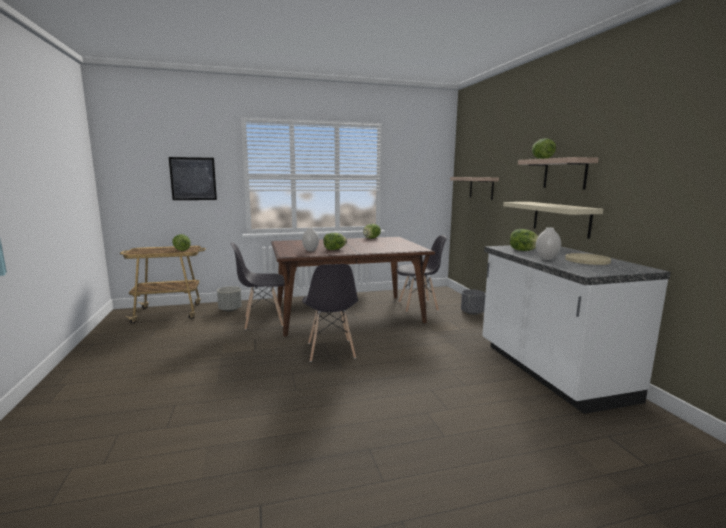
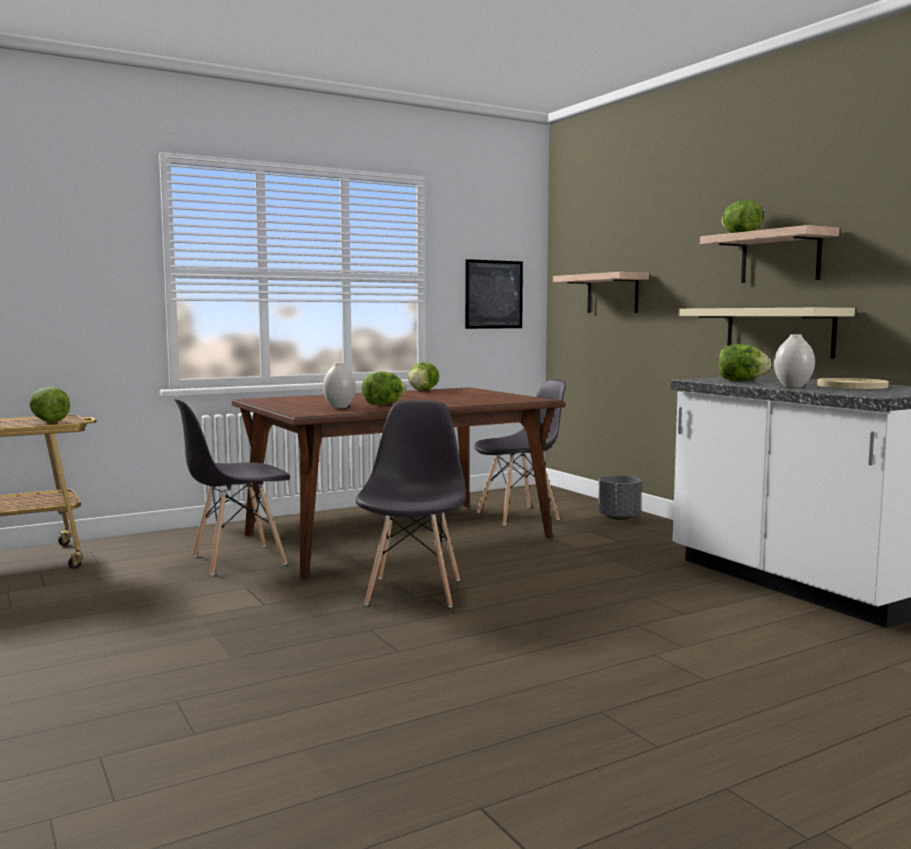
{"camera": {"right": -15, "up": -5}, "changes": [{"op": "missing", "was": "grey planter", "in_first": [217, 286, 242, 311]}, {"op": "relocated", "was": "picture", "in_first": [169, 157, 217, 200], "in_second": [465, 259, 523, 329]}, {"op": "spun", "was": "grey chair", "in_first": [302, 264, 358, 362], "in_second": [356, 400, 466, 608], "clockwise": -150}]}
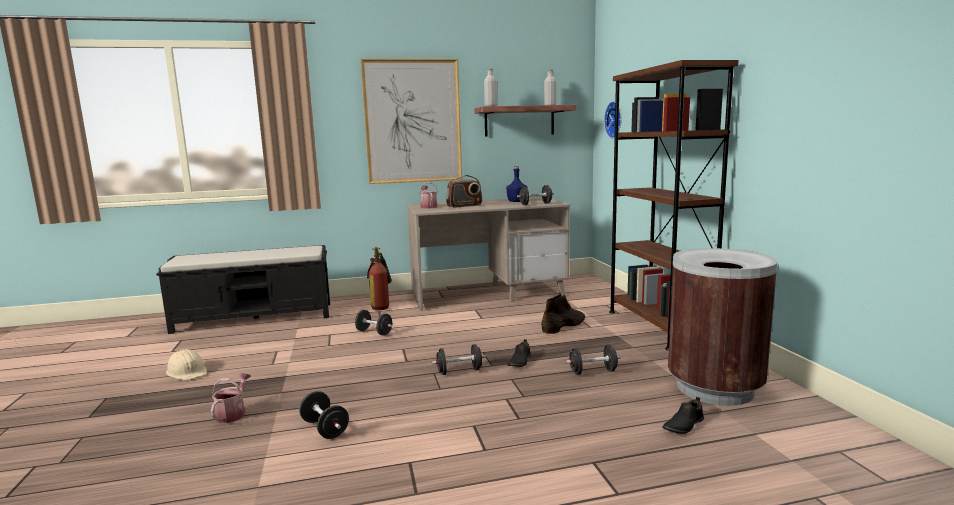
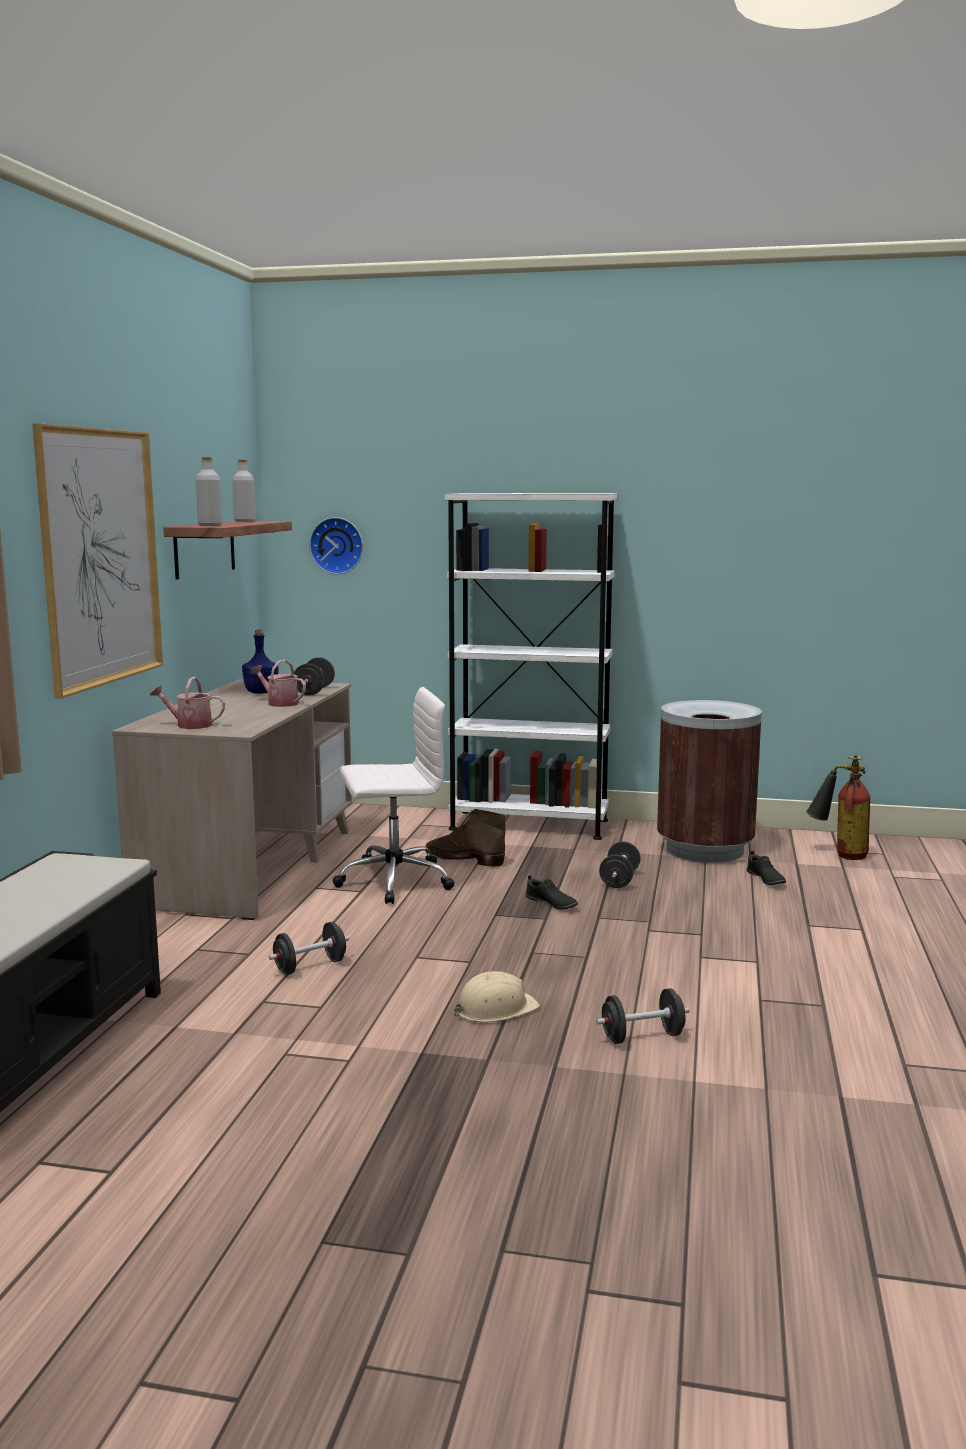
{"camera": {"right": -65, "up": 0}, "changes": [{"op": "missing", "was": "black dumbbell", "in_first": [432, 344, 486, 375]}, {"op": "missing", "was": "radio", "in_first": [446, 175, 482, 208]}, {"op": "appeared", "now": "white office chair", "in_second": [332, 687, 454, 904]}, {"op": "relocated", "was": "beige hard hat", "in_first": [166, 349, 207, 380], "in_second": [454, 971, 540, 1022]}, {"op": "relocated", "was": "watering can", "in_first": [211, 373, 251, 423], "in_second": [250, 660, 306, 707]}, {"op": "relocated", "was": "fire extinguisher", "in_first": [367, 247, 392, 310], "in_second": [806, 755, 870, 860]}, {"op": "colour", "was": "brown bookcase", "now": "white bookcase", "in_first": [609, 60, 739, 351], "in_second": [445, 493, 617, 840]}, {"op": "spun", "was": "brown boot", "in_first": [541, 293, 585, 334], "in_second": [425, 809, 506, 867], "clockwise": -45}]}
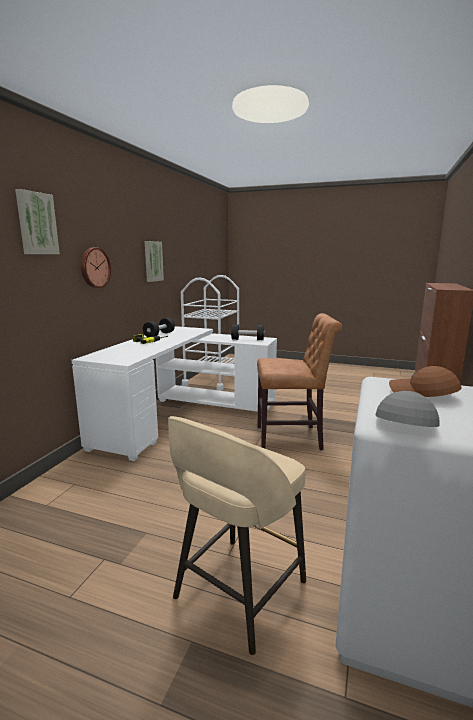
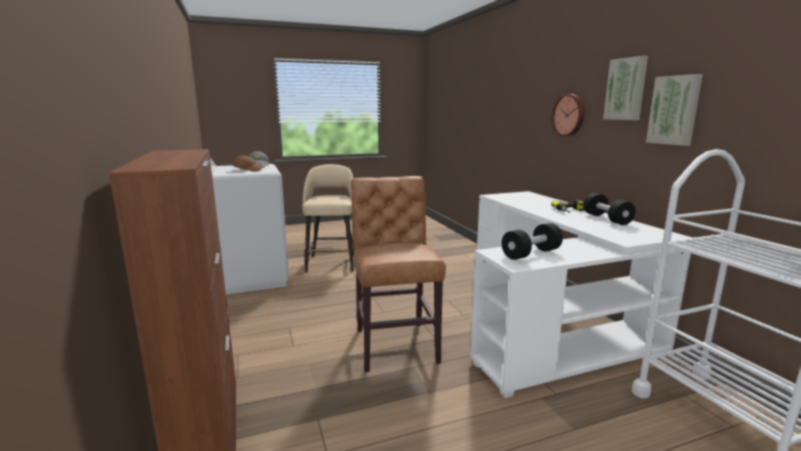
{"camera": {"right": 140, "up": 0}, "changes": [{"op": "relocated", "was": "picture", "in_first": [15, 189, 60, 254], "in_second": [603, 56, 648, 120]}, {"op": "spun", "was": "brown chair", "in_first": [257, 313, 342, 450], "in_second": [351, 176, 446, 372], "clockwise": 120}]}
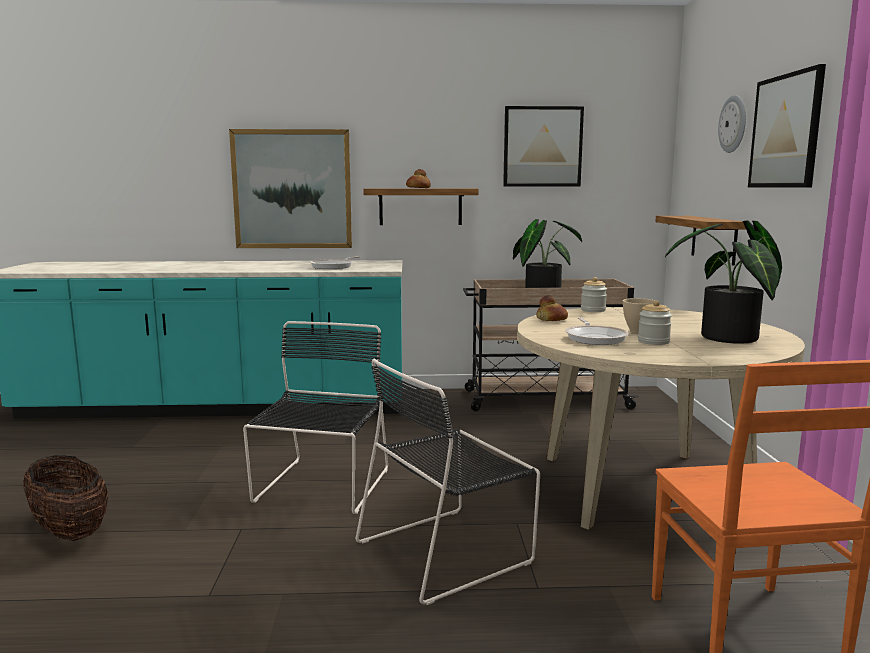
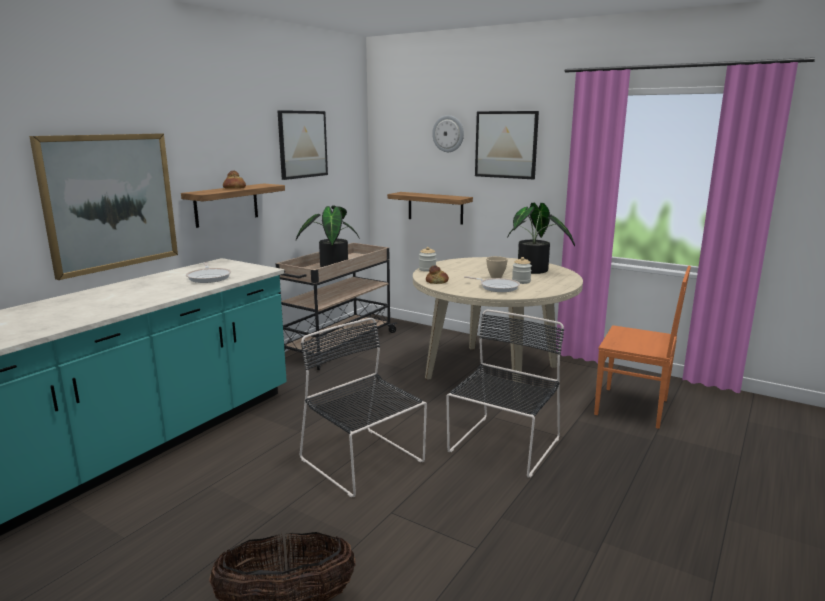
{"camera": {"right": -55, "up": 5}, "changes": [{"op": "spun", "was": "black chair", "in_first": [356, 359, 540, 605], "in_second": [446, 310, 564, 478], "clockwise": -150}]}
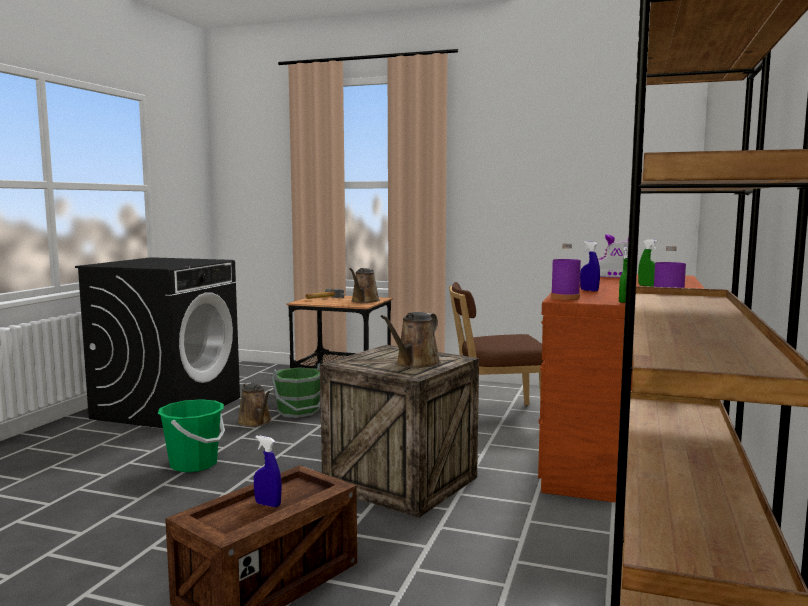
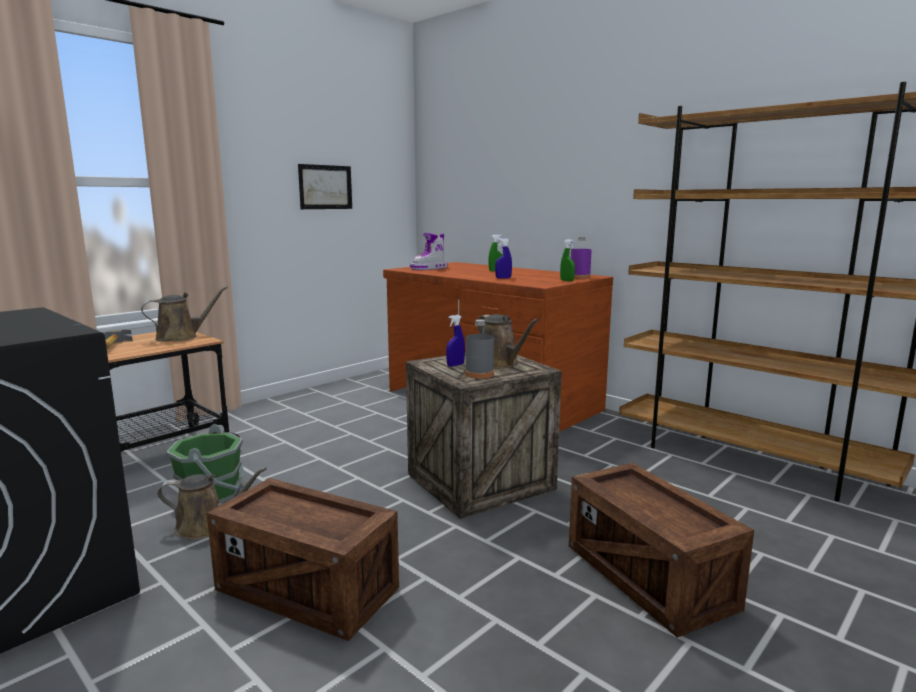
{"camera": {"right": -65, "up": 5}, "changes": [{"op": "missing", "was": "brown chair", "in_first": [449, 282, 543, 406]}, {"op": "missing", "was": "purple bottle", "in_first": [551, 243, 581, 300]}, {"op": "appeared", "now": "picture", "in_second": [298, 164, 352, 209]}, {"op": "appeared", "now": "grey bottle", "in_second": [465, 319, 494, 379]}, {"op": "relocated", "was": "blue spray bottle", "in_first": [254, 436, 282, 507], "in_second": [446, 315, 465, 367]}, {"op": "exchanged", "was": "green bucket", "now": "crate", "in_first": [158, 399, 225, 473], "in_second": [207, 478, 399, 641]}, {"op": "spun", "was": "brown watering can", "in_first": [349, 268, 380, 303], "in_second": [141, 286, 228, 341], "clockwise": -75}]}
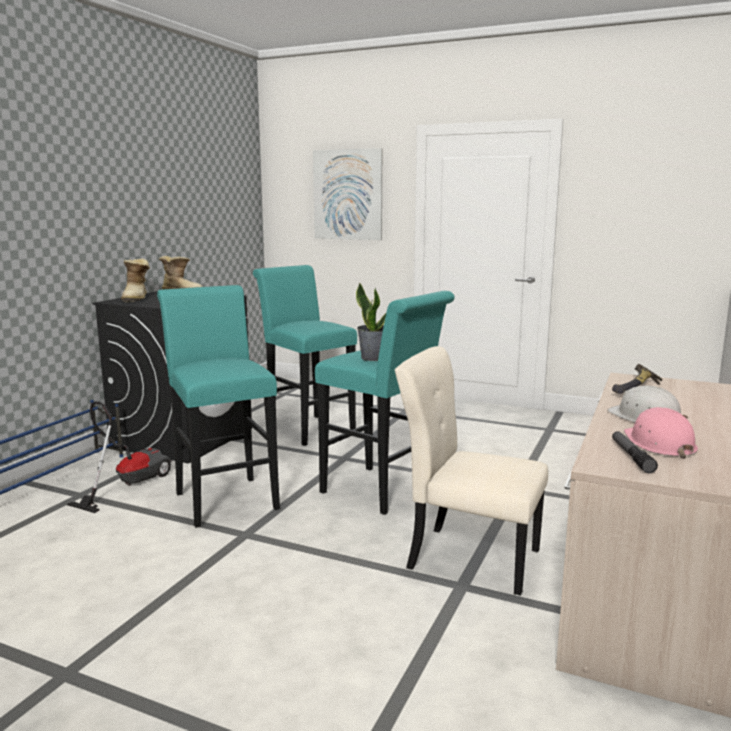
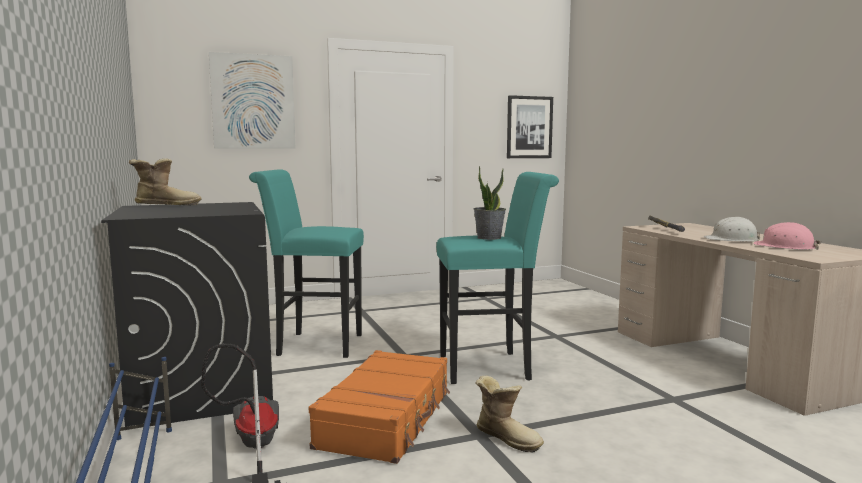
{"camera": {"right": -45, "up": -5}, "changes": [{"op": "missing", "was": "beige chair", "in_first": [395, 346, 548, 596]}, {"op": "missing", "was": "flashlight", "in_first": [612, 431, 658, 473]}, {"op": "appeared", "now": "picture", "in_second": [507, 95, 553, 158]}, {"op": "relocated", "was": "boot", "in_first": [121, 258, 150, 302], "in_second": [475, 376, 544, 453]}, {"op": "exchanged", "was": "turquoise stool", "now": "orange suitcase", "in_first": [157, 285, 280, 528], "in_second": [309, 350, 450, 464]}]}
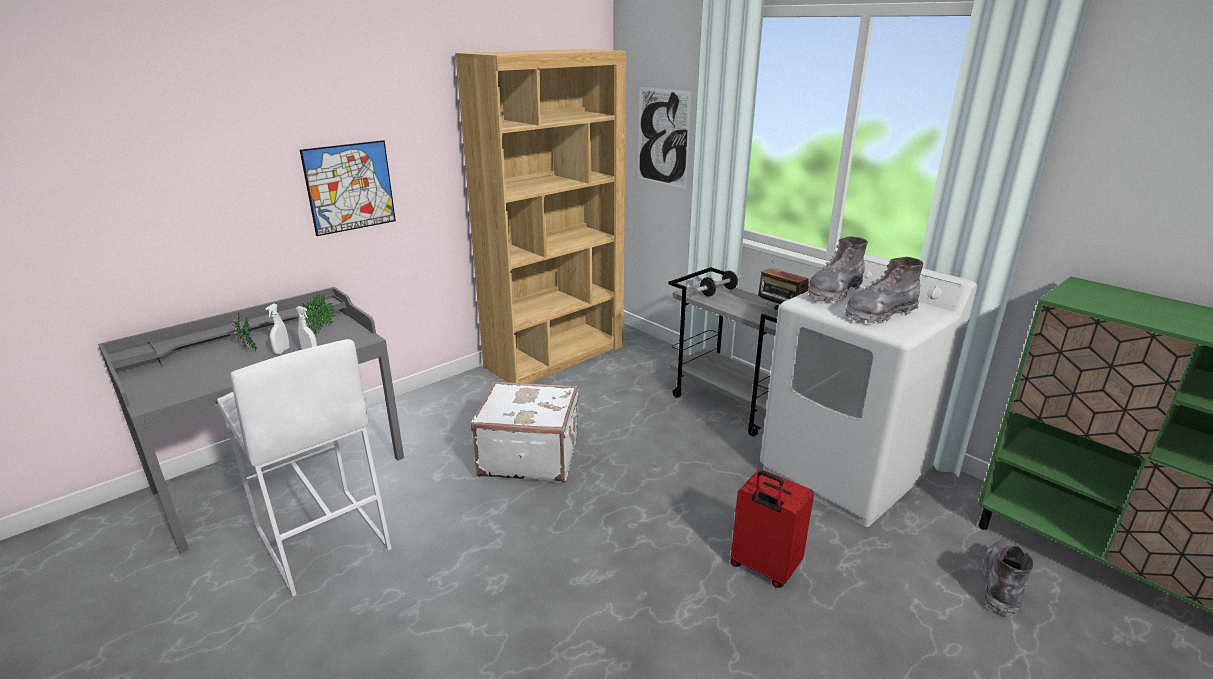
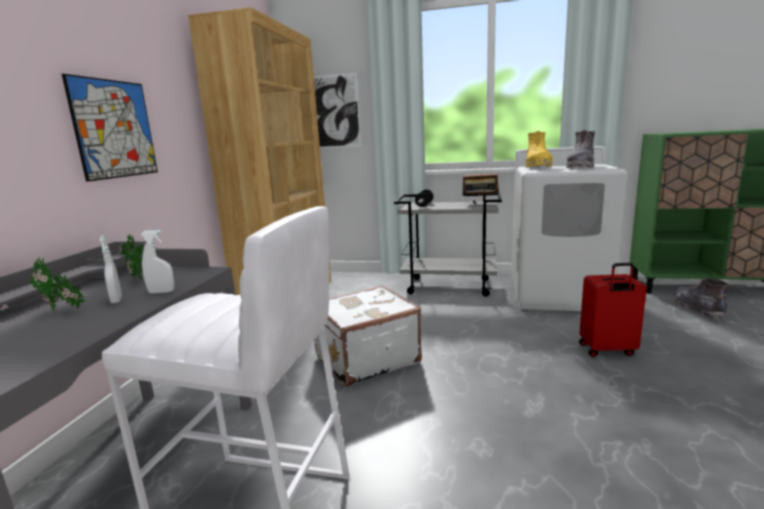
{"camera": {"right": -35, "up": -10}, "changes": [{"op": "colour", "was": "grey boot", "now": "yellow boot", "in_first": [808, 236, 868, 301], "in_second": [526, 131, 553, 168]}]}
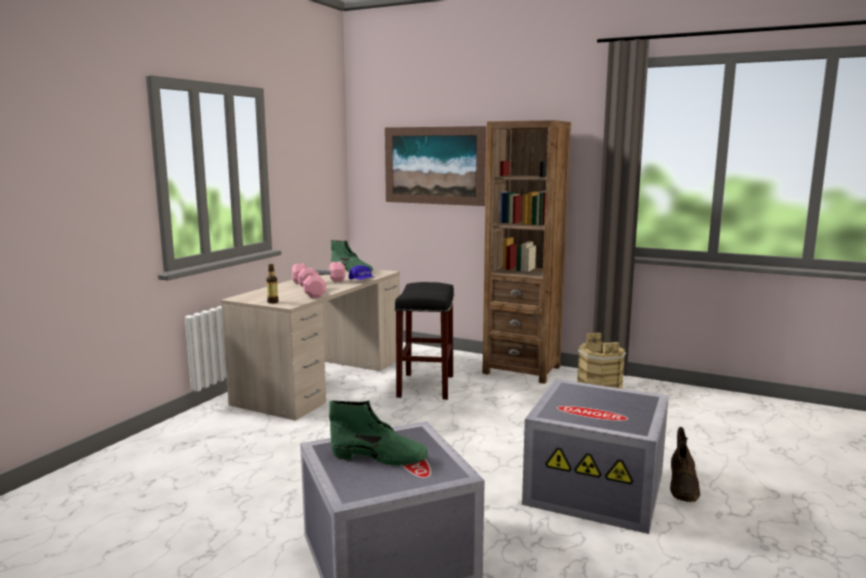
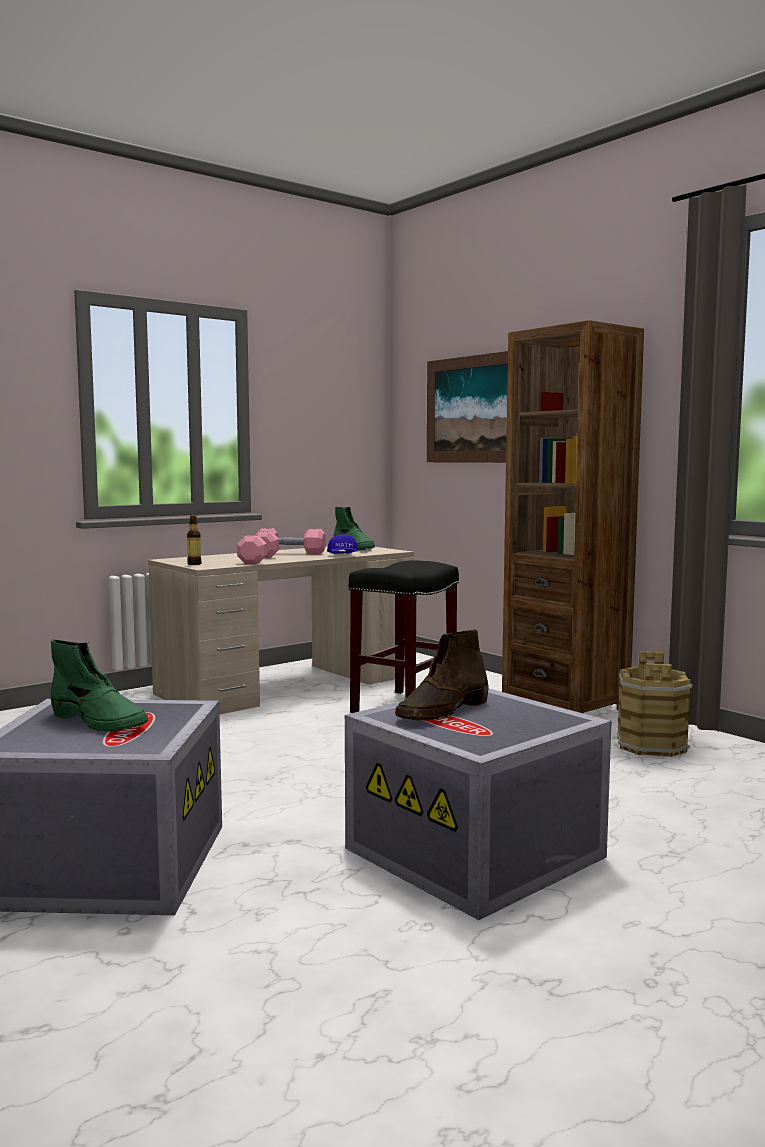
{"camera": {"right": 25, "up": -5}, "changes": [{"op": "relocated", "was": "brown boot", "in_first": [670, 427, 701, 502], "in_second": [395, 629, 489, 721]}]}
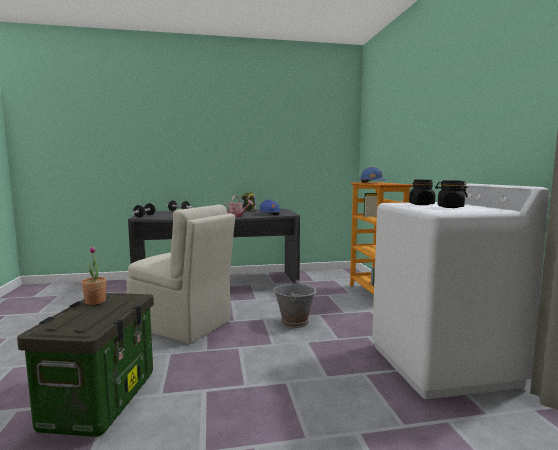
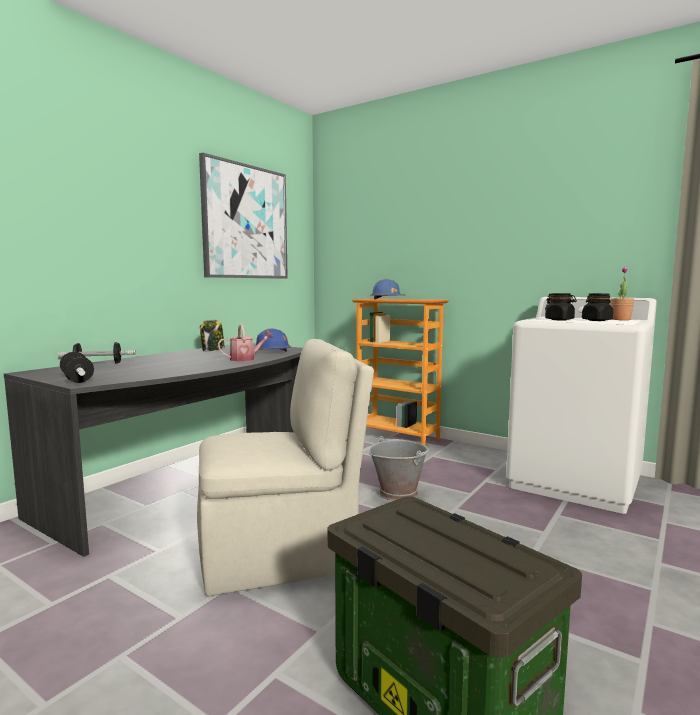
{"camera": {"right": -45, "up": 0}, "changes": [{"op": "appeared", "now": "picture", "in_second": [199, 153, 288, 279]}, {"op": "relocated", "was": "potted plant", "in_first": [81, 246, 106, 305], "in_second": [611, 266, 634, 320]}]}
